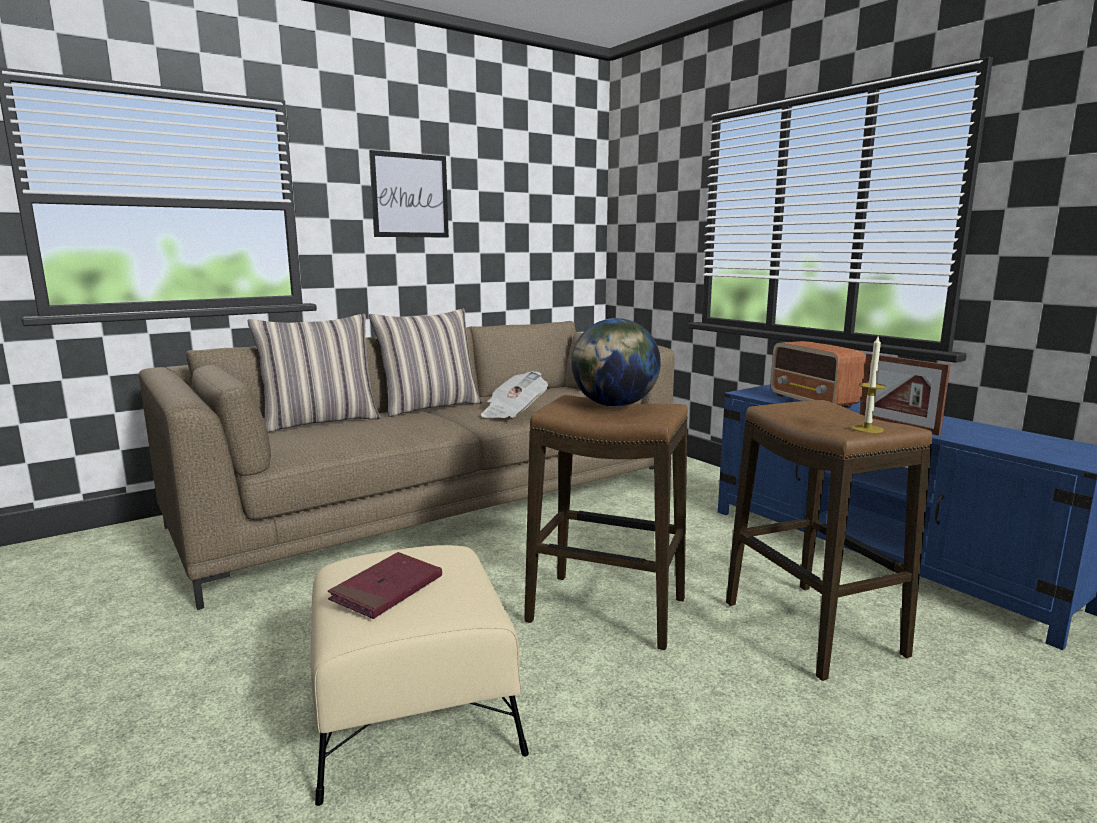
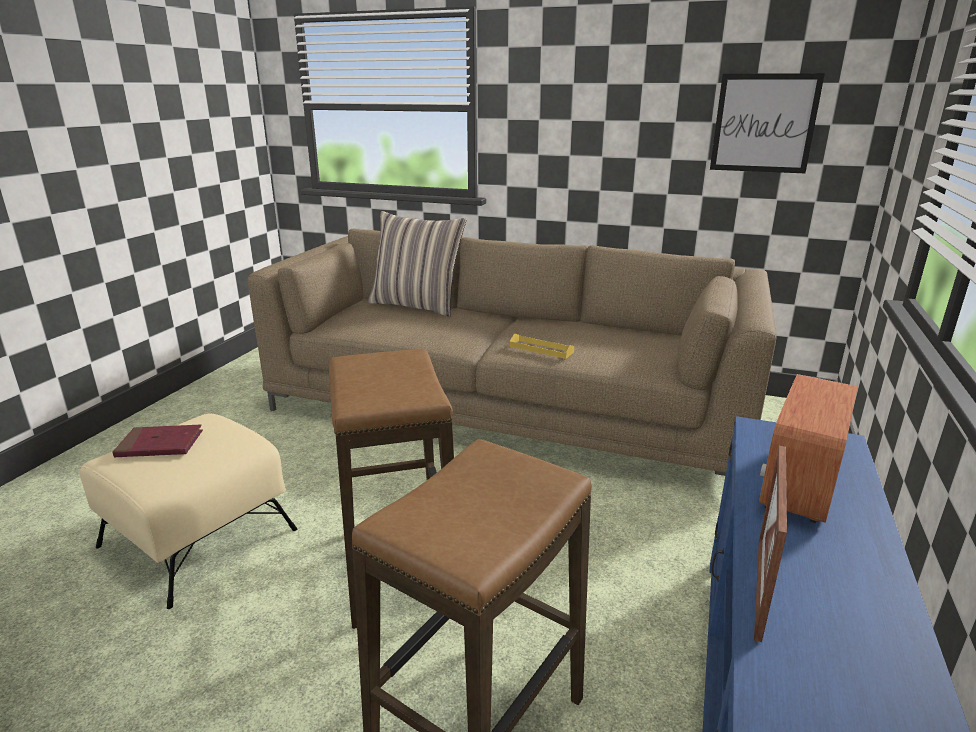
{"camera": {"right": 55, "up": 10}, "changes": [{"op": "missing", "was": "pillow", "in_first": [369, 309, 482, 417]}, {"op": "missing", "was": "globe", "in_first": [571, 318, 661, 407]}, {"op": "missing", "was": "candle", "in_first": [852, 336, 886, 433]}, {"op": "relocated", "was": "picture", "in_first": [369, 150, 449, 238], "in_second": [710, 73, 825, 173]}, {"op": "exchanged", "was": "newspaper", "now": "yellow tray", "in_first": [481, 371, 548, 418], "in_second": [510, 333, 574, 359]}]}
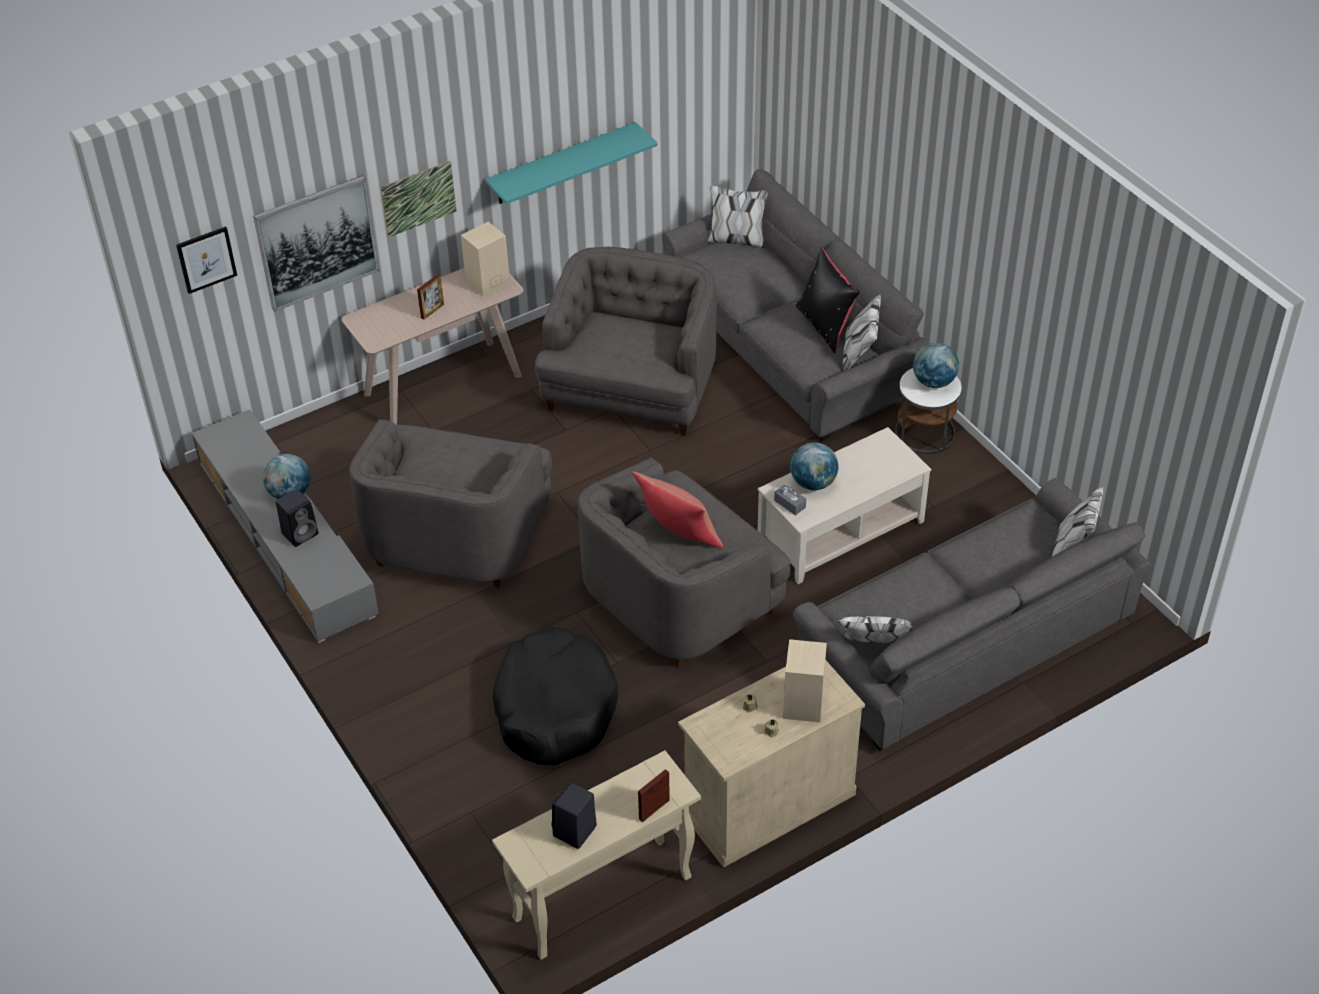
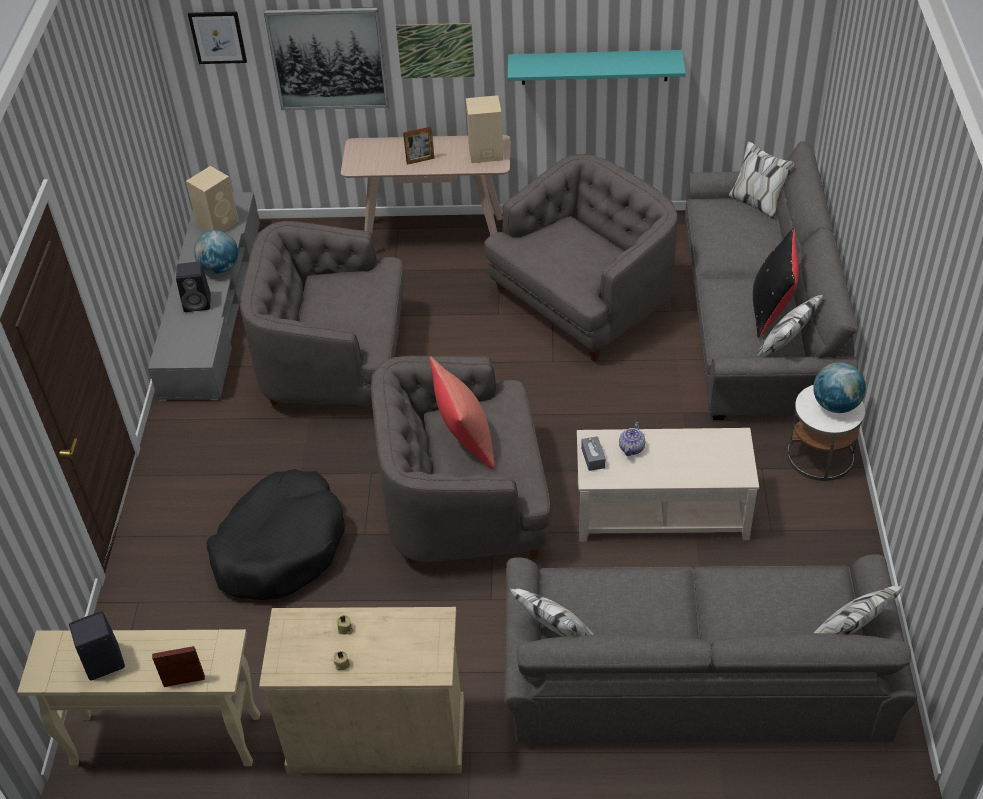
{"camera": {"right": 35, "up": 0}, "changes": [{"op": "relocated", "was": "beige speaker", "in_first": [783, 639, 827, 722], "in_second": [186, 166, 239, 232]}, {"op": "exchanged", "was": "globe", "now": "teapot", "in_first": [790, 442, 839, 490], "in_second": [619, 422, 645, 456]}, {"op": "spun", "was": "grey armchair", "in_first": [349, 419, 552, 588], "in_second": [240, 221, 405, 405], "clockwise": 45}]}
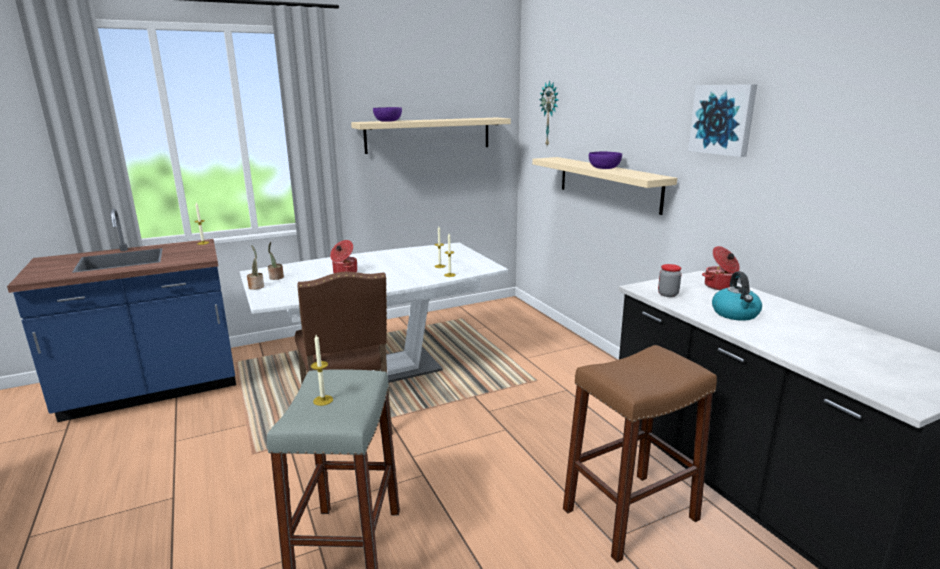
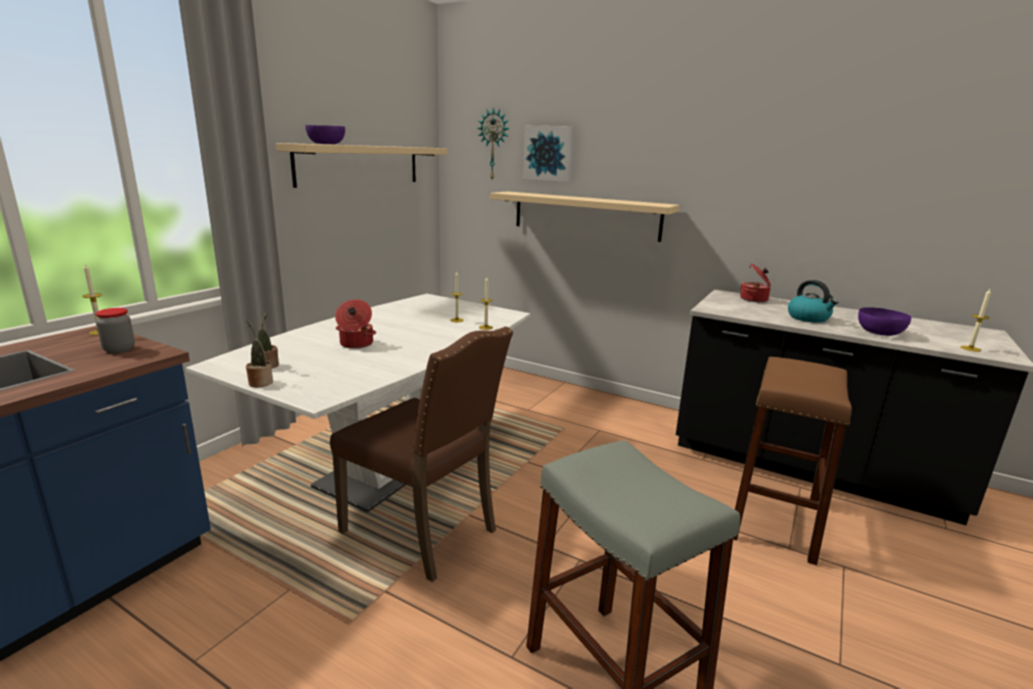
{"camera": {"right": -35, "up": 0}, "changes": [{"op": "relocated", "was": "candle", "in_first": [311, 335, 333, 406], "in_second": [961, 289, 991, 352]}, {"op": "relocated", "was": "purple bowl", "in_first": [589, 151, 622, 169], "in_second": [858, 307, 911, 336]}, {"op": "relocated", "was": "jar", "in_first": [658, 264, 681, 297], "in_second": [95, 308, 135, 353]}, {"op": "relocated", "was": "picture", "in_first": [688, 84, 757, 157], "in_second": [523, 126, 574, 182]}]}
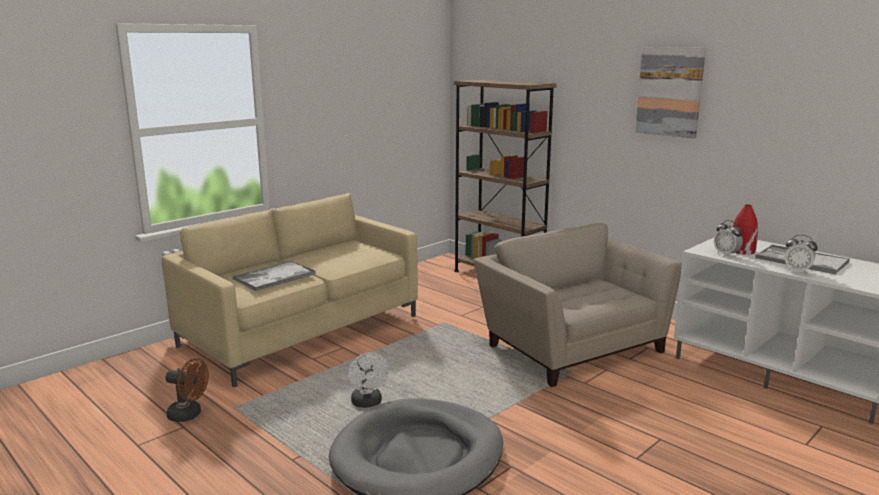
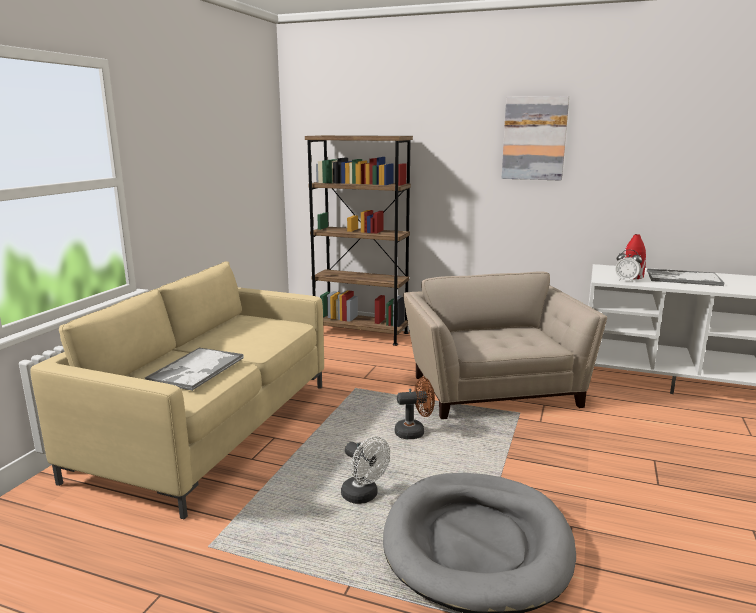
{"camera": {"right": -25, "up": 0}, "changes": [{"op": "missing", "was": "alarm clock", "in_first": [785, 235, 818, 273]}, {"op": "relocated", "was": "brown fan", "in_first": [165, 359, 209, 422], "in_second": [395, 377, 435, 439]}, {"op": "spun", "was": "beige armchair", "in_first": [474, 223, 682, 387], "in_second": [403, 271, 607, 419], "clockwise": 45}]}
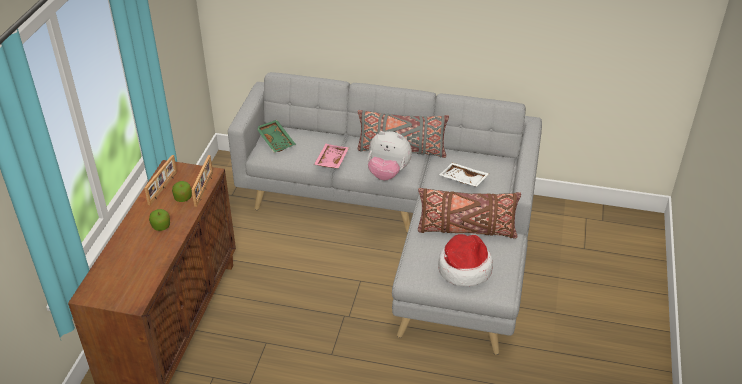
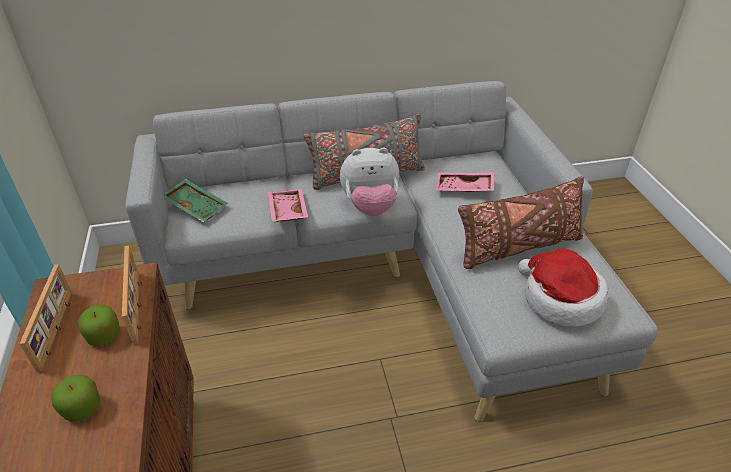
{"camera": {"right": -25, "up": 0}, "changes": [{"op": "colour", "was": "white tray", "now": "pink tray", "in_first": [439, 163, 489, 187], "in_second": [435, 172, 494, 192]}]}
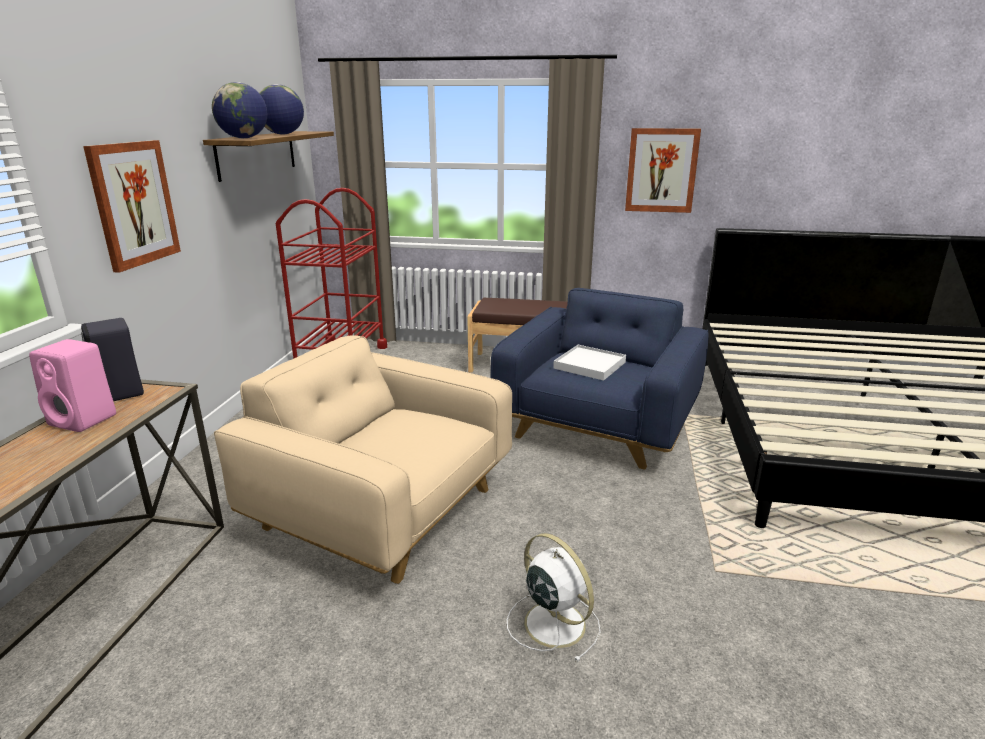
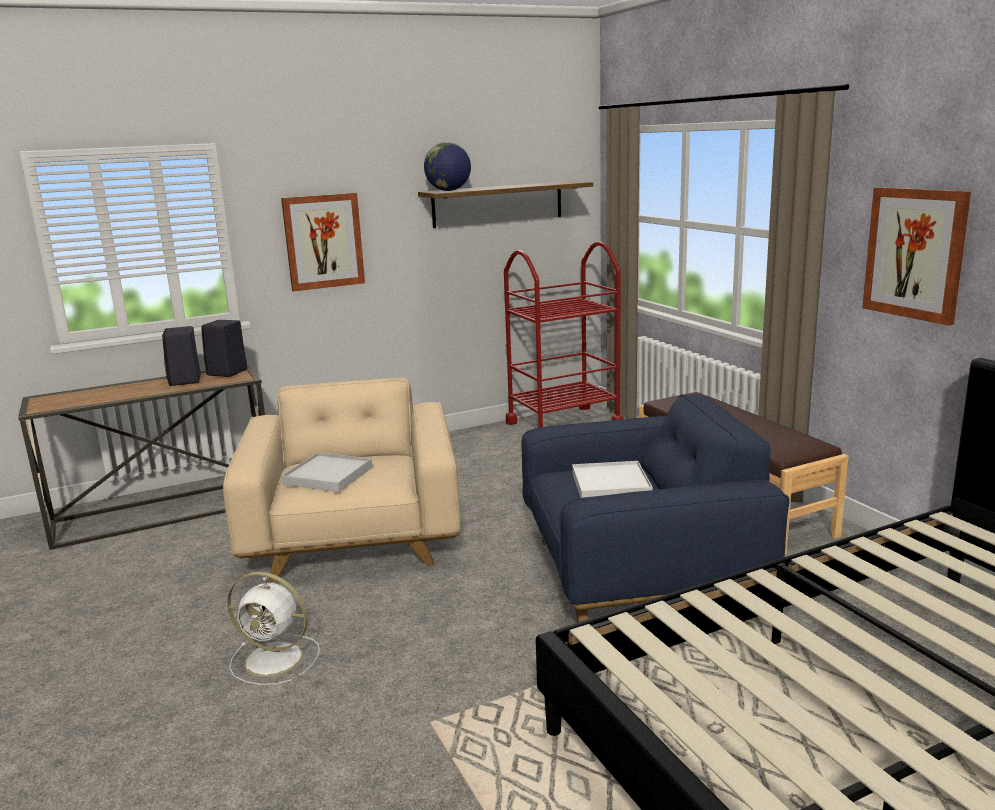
{"camera": {"right": 55, "up": -5}, "changes": [{"op": "missing", "was": "globe", "in_first": [259, 84, 304, 134]}, {"op": "appeared", "now": "white tray", "in_second": [281, 452, 372, 492]}, {"op": "colour", "was": "pink speaker", "now": "black speaker", "in_first": [29, 339, 116, 432], "in_second": [162, 326, 201, 386]}, {"op": "spun", "was": "white fan", "in_first": [507, 533, 601, 662], "in_second": [227, 572, 320, 685], "clockwise": 90}]}
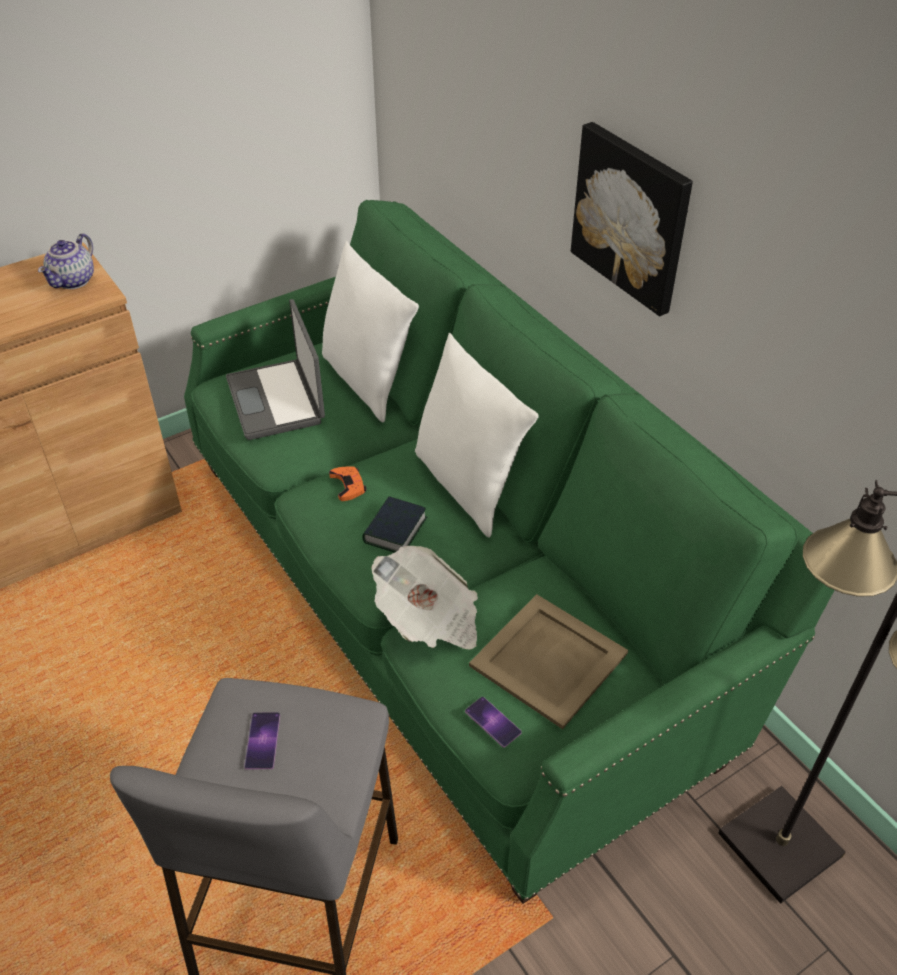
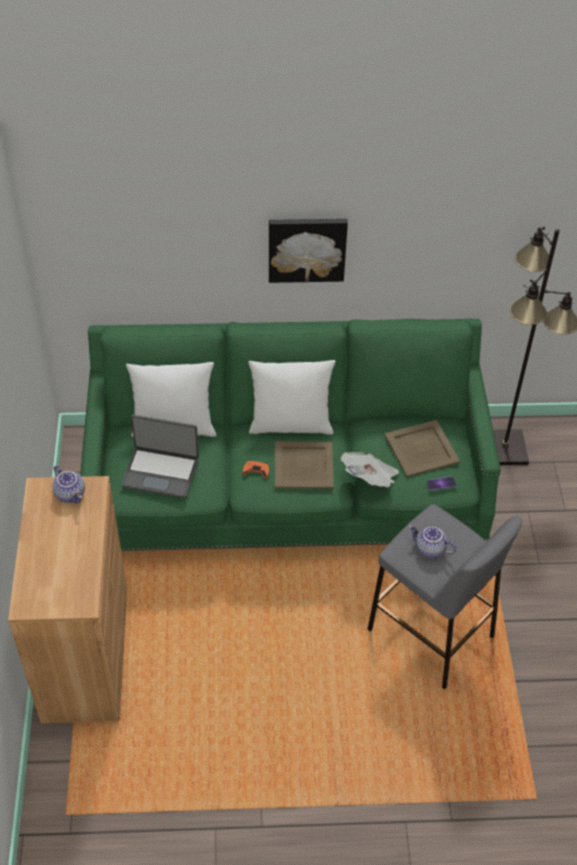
{"camera": {"right": -60, "up": 5}, "changes": [{"op": "exchanged", "was": "phone", "now": "teapot", "in_first": [244, 712, 280, 769], "in_second": [409, 525, 456, 558]}, {"op": "exchanged", "was": "book", "now": "beige tray", "in_first": [362, 496, 427, 553], "in_second": [275, 442, 334, 489]}]}
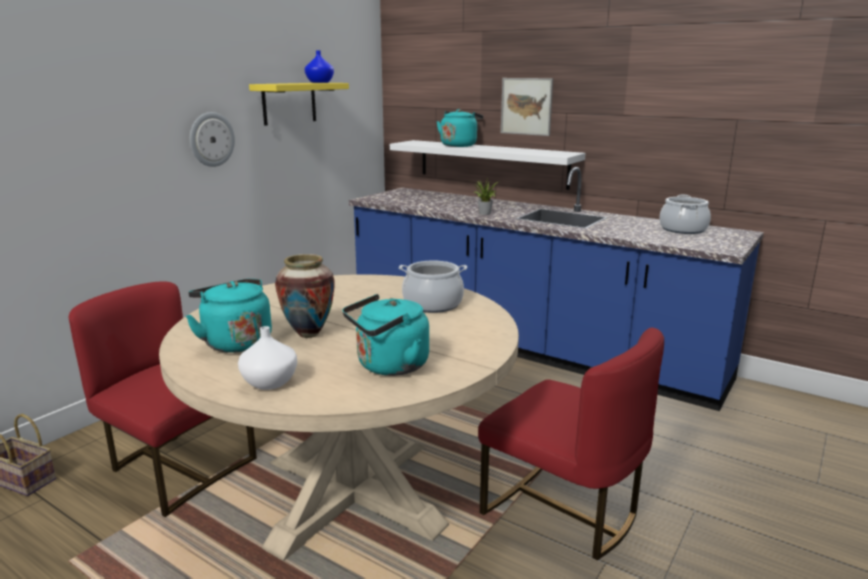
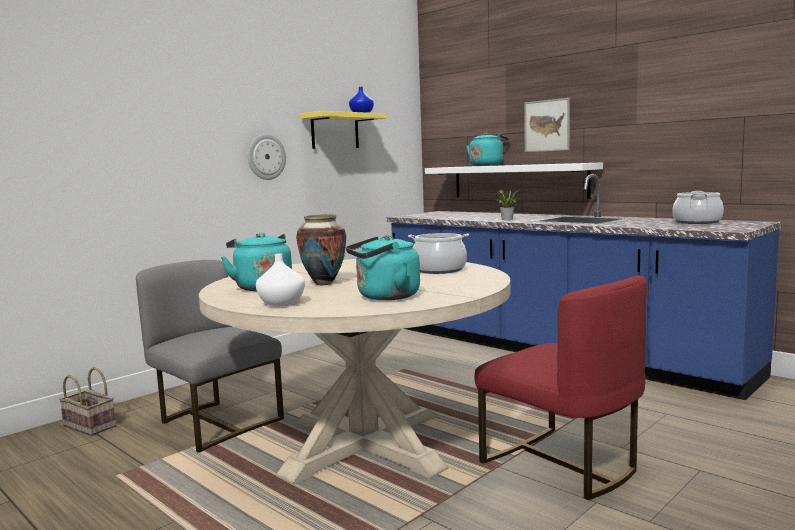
{"camera": {"right": 10, "up": -10}, "changes": [{"op": "colour", "was": "red chair", "now": "grey chair", "in_first": [69, 282, 257, 517], "in_second": [136, 260, 284, 453]}]}
